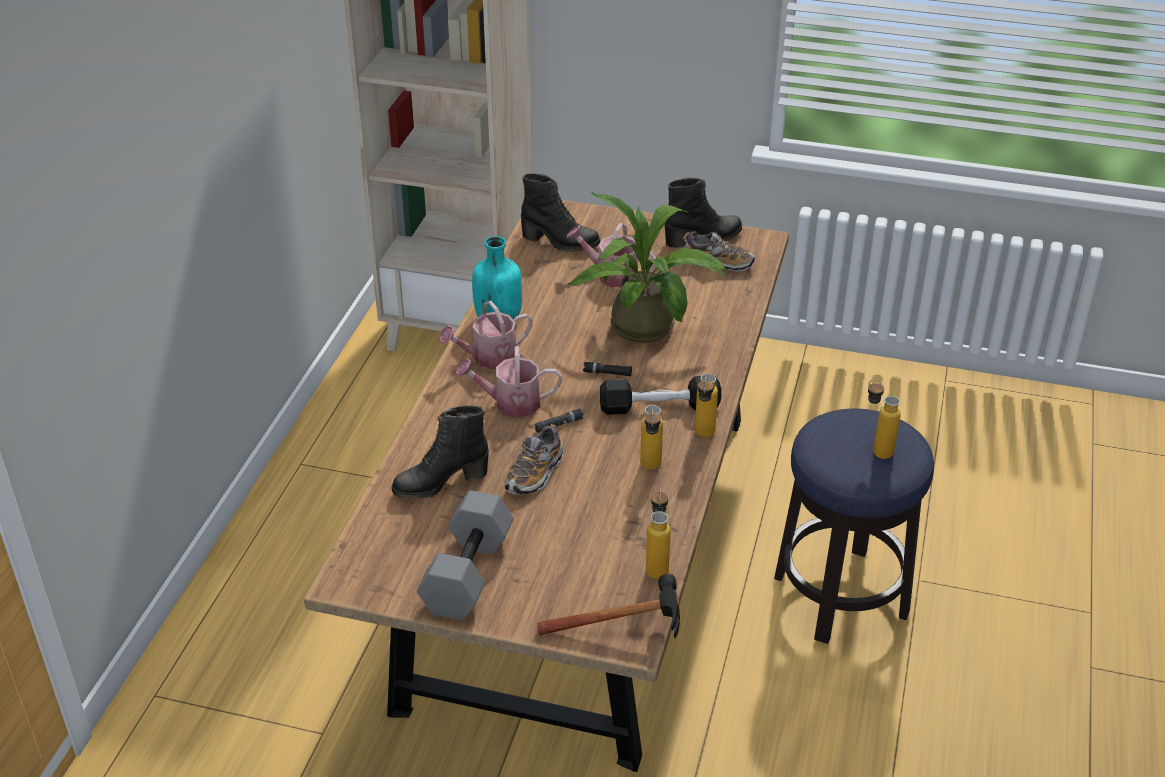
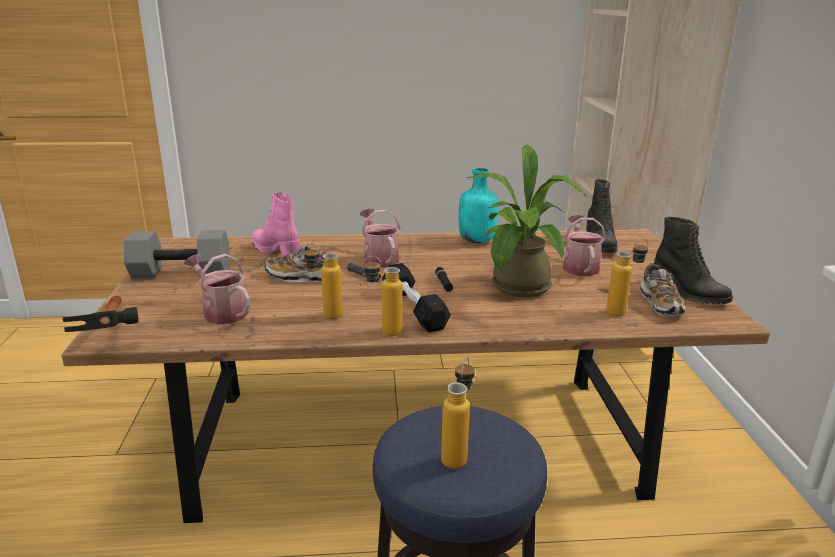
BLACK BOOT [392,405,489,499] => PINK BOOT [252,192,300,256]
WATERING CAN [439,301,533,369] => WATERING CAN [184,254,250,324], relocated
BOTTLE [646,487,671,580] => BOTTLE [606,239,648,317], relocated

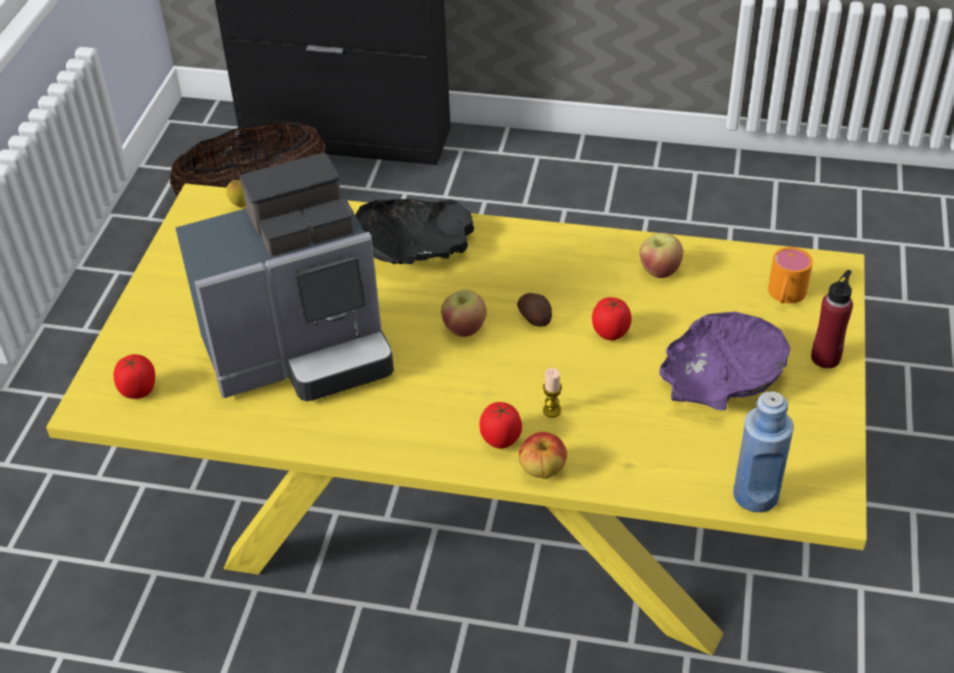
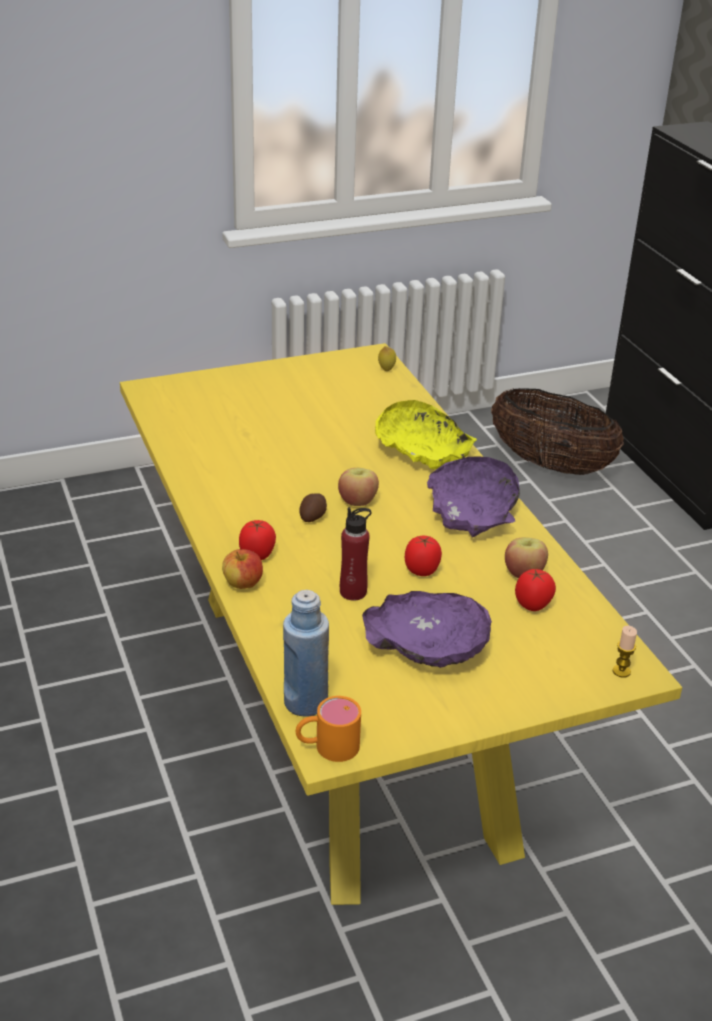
TOMATO [114,354,155,399] => TOMATO [515,569,556,611], relocated
COFFEE MACHINE [176,153,394,401] => nothing
BLACK BOWL [355,199,474,264] => YELLOW BOWL [375,400,477,469]
POTATO [517,293,552,327] => POTATO [299,493,327,522], relocated
CANDLE [543,368,562,418] => CANDLE [613,626,637,678], relocated
ORANGE MUG [768,247,813,303] => ORANGE MUG [295,696,361,762], relocated
RED BOTTLE [811,270,853,368] => RED BOTTLE [340,507,372,600], relocated
nothing => PURPLE BOWL [427,457,520,537]

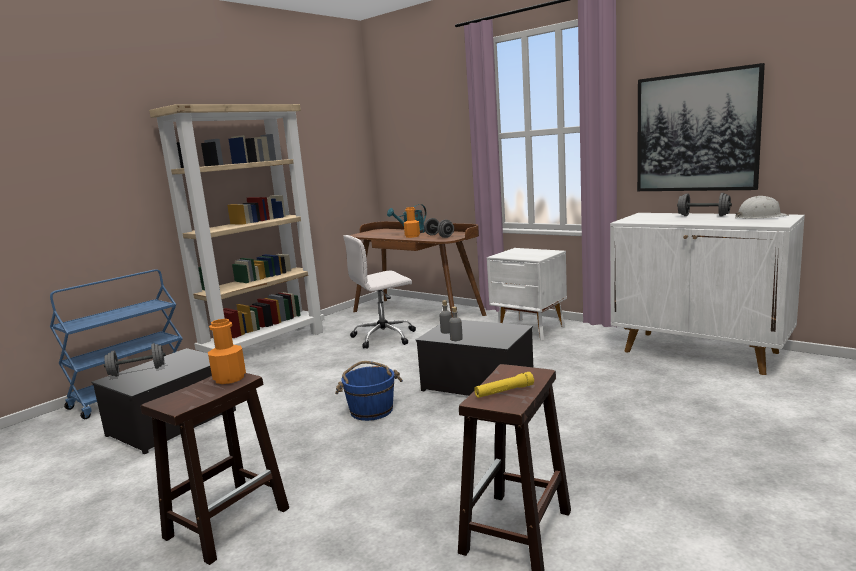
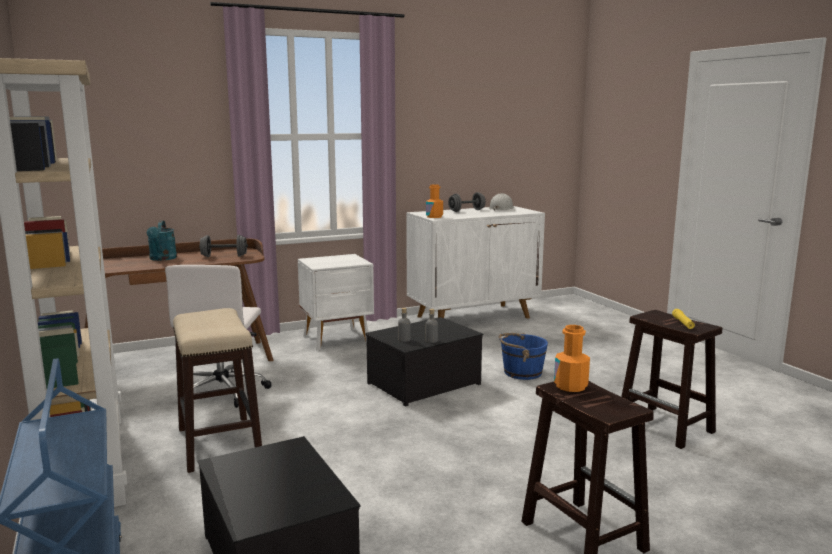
GREY DUMBBELL [104,343,166,377] => nothing
BLUE BUCKET [335,361,403,421] => BLUE BUCKET [499,333,548,380], relocated
ORANGE BOTTLE [404,207,420,238] => ORANGE BOTTLE [426,185,443,218], relocated
PICTURE [637,63,765,191] => nothing
nothing => STOOL [173,308,262,473]

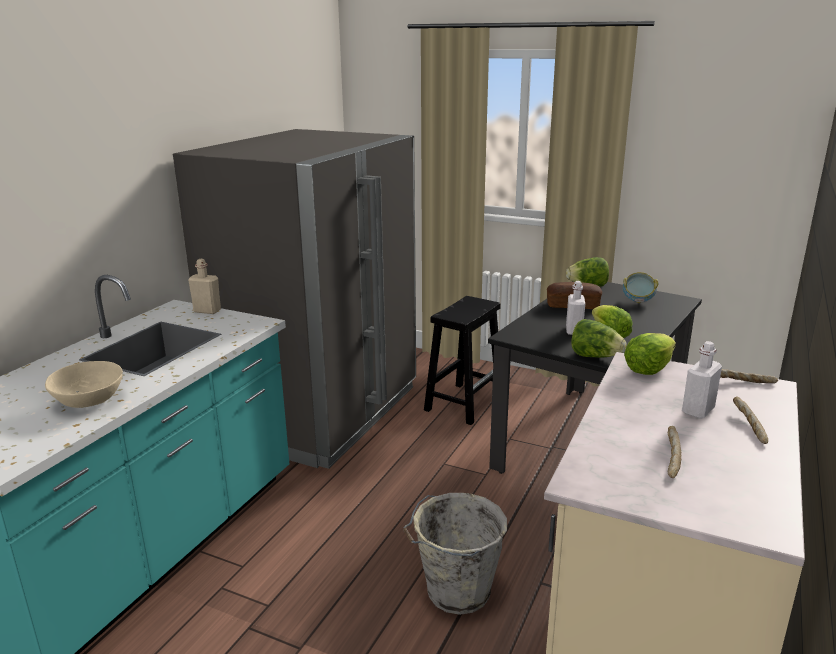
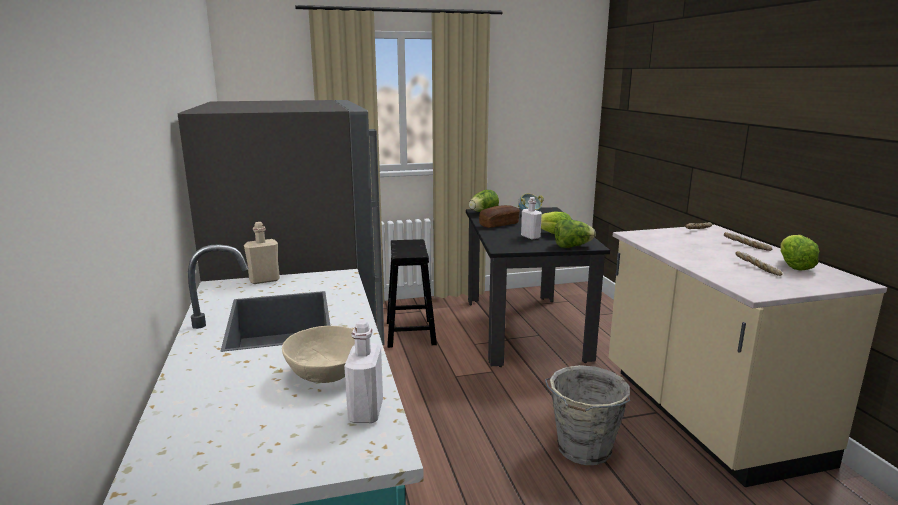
LETTUCE [624,333,676,375] => LETTUCE [780,235,819,271], relocated
WHITE BOTTLE [682,341,722,419] => WHITE BOTTLE [344,320,383,423], relocated

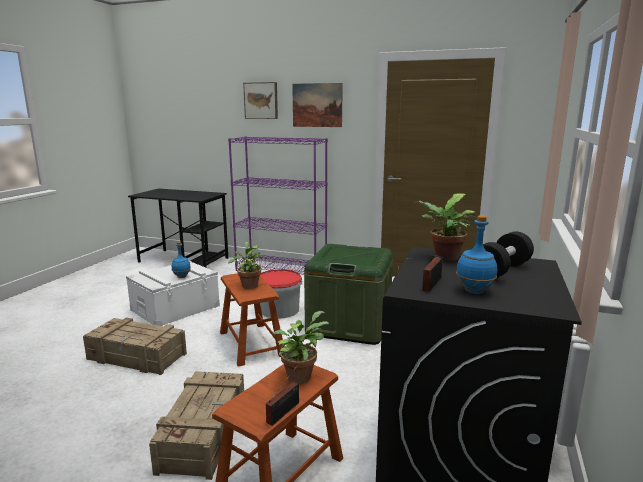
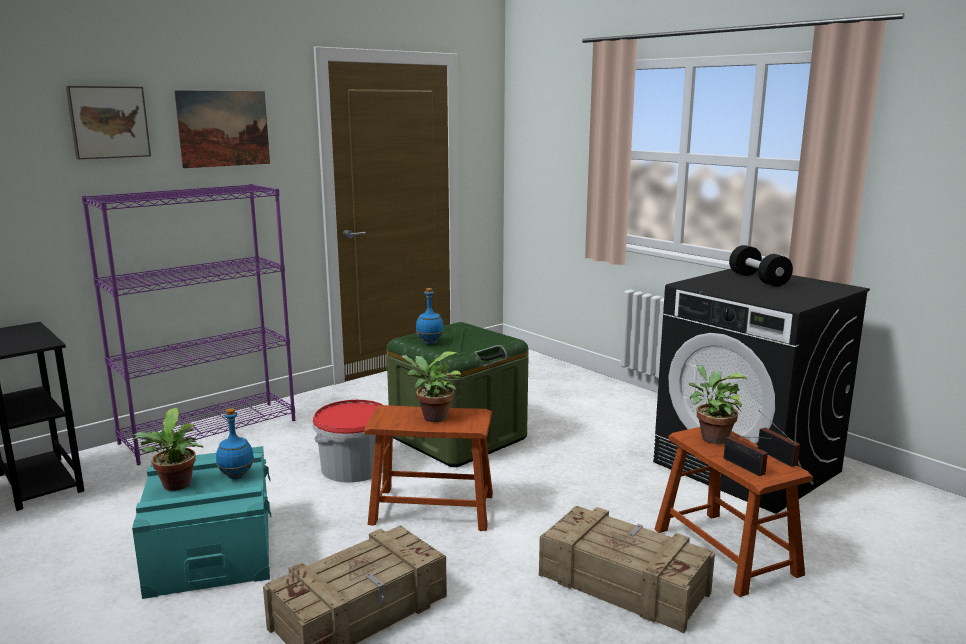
WHITE STORAGE BOX [126,261,220,326] => TURQUOISE STORAGE BOX [132,446,271,599]
POTTED PLANT [414,193,476,261] => POTTED PLANT [132,408,203,491], relocated
RADIO [422,254,443,292] => RADIO [724,436,773,476], relocated
BLUE BOTTLE [456,215,497,294] => BLUE BOTTLE [416,288,444,344], relocated

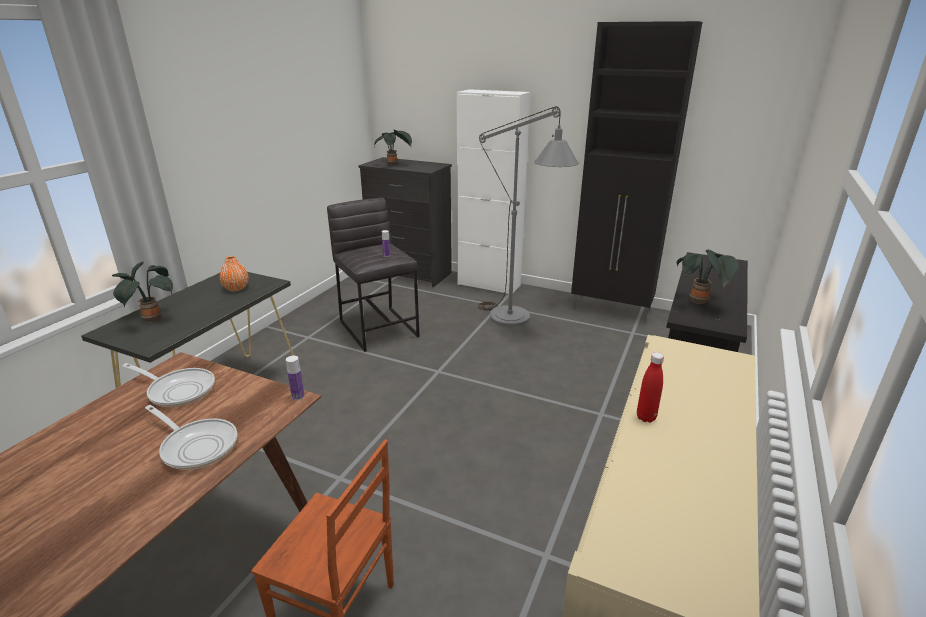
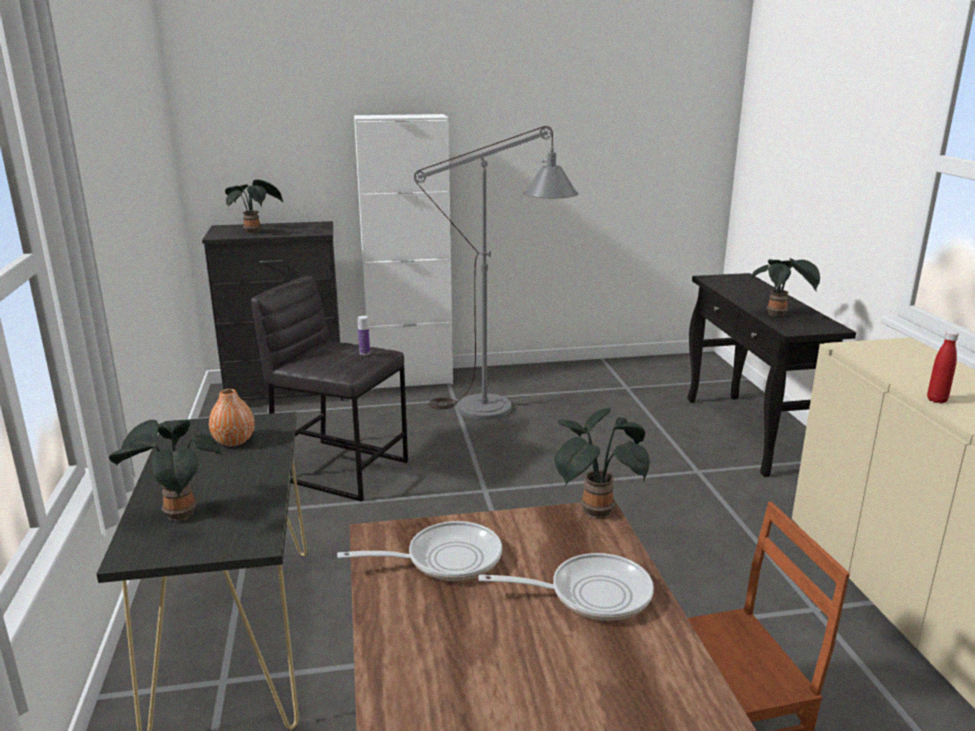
BOTTLE [286,356,305,400] => POTTED PLANT [555,408,650,518]
BLACK CABINET [571,21,702,322] => nothing

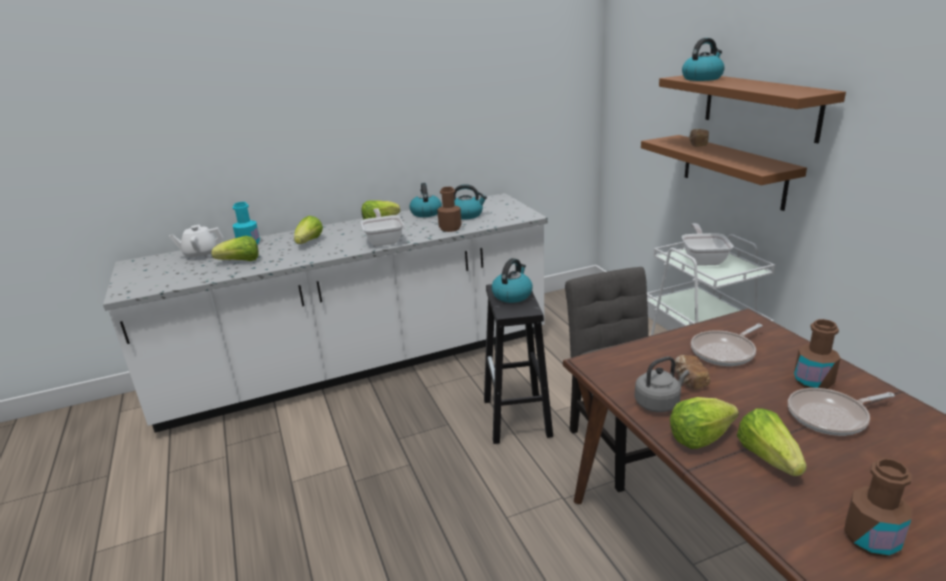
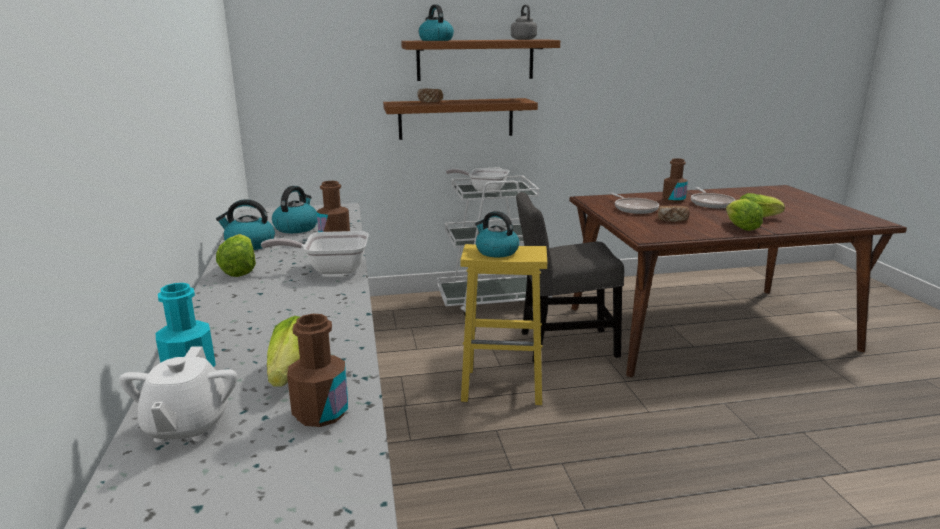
LETTUCE [294,216,323,244] => nothing
BLACK STOOL [484,284,553,444] => YELLOW STOOL [460,244,547,405]
GREY KETTLE [634,356,689,412] => GREY KETTLE [511,5,537,40], relocated
BROWN BOTTLE [844,458,912,557] => BROWN BOTTLE [287,314,348,427], relocated

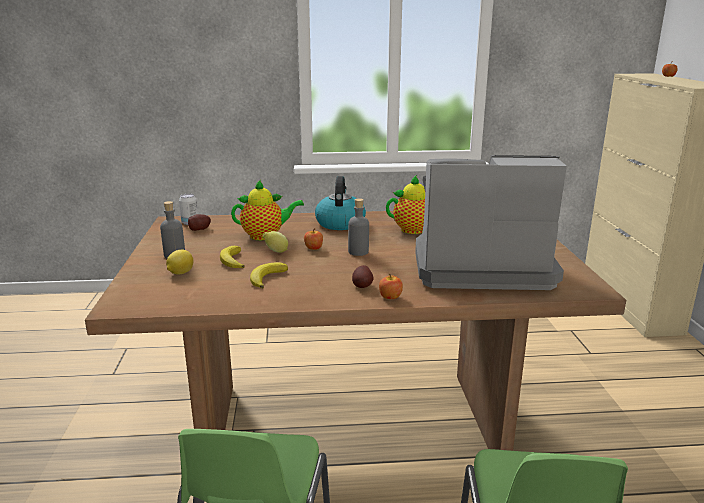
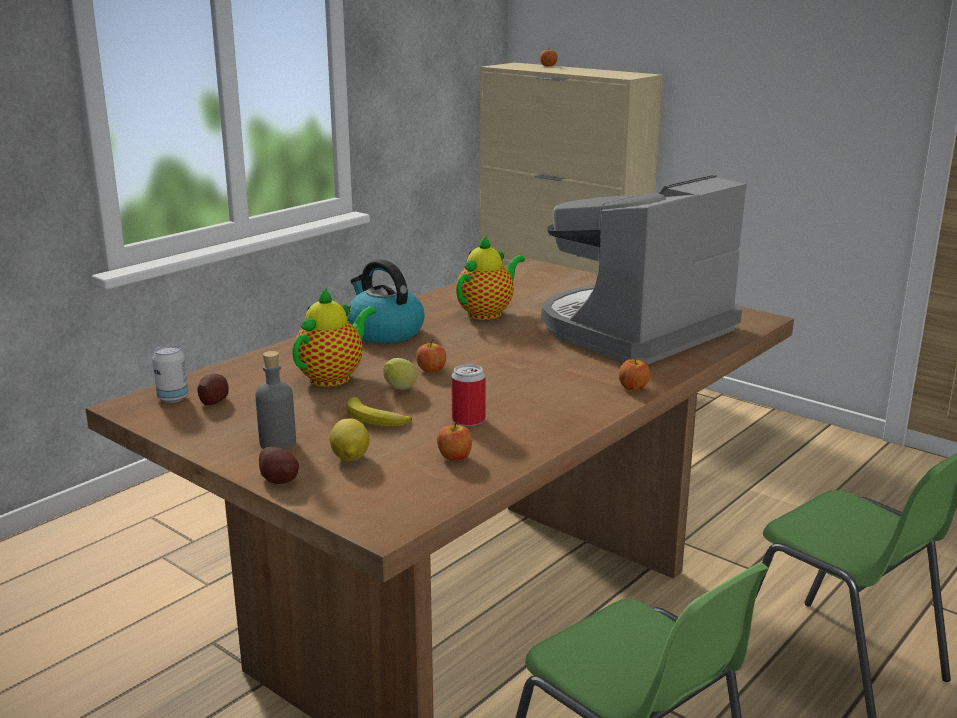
BANANA [250,262,288,288] => CAN [451,364,486,426]
GREY BOTTLE [348,198,369,256] => nothing
POTATO [352,265,374,288] => POTATO [259,447,299,484], relocated
nothing => APPLE [437,422,472,461]

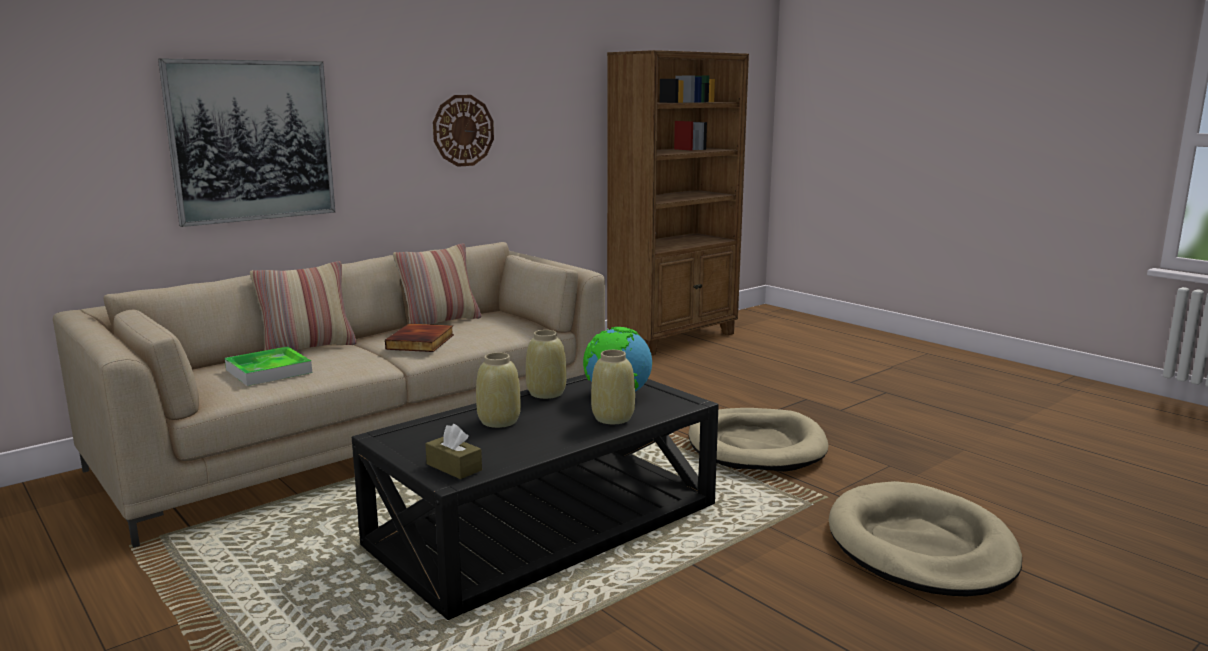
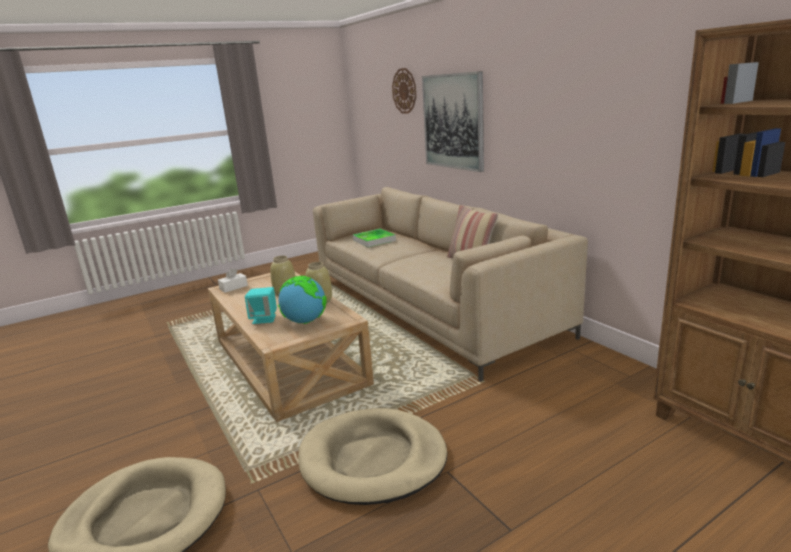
PILLOW [250,261,357,350] => nothing
BLACK COFFEE TABLE [352,374,719,620] => BEIGE COFFEE TABLE [208,271,374,422]
BOOK [385,324,454,352] => nothing
BROWN TISSUE BOX [425,424,482,479] => WHITE TISSUE BOX [218,268,248,293]
WALL CLOCK [433,95,494,167] => WALL CLOCK [392,68,416,114], relocated
BEIGE VASE [591,350,635,424] => TURQUOISE SPEAKER [245,287,277,324]

